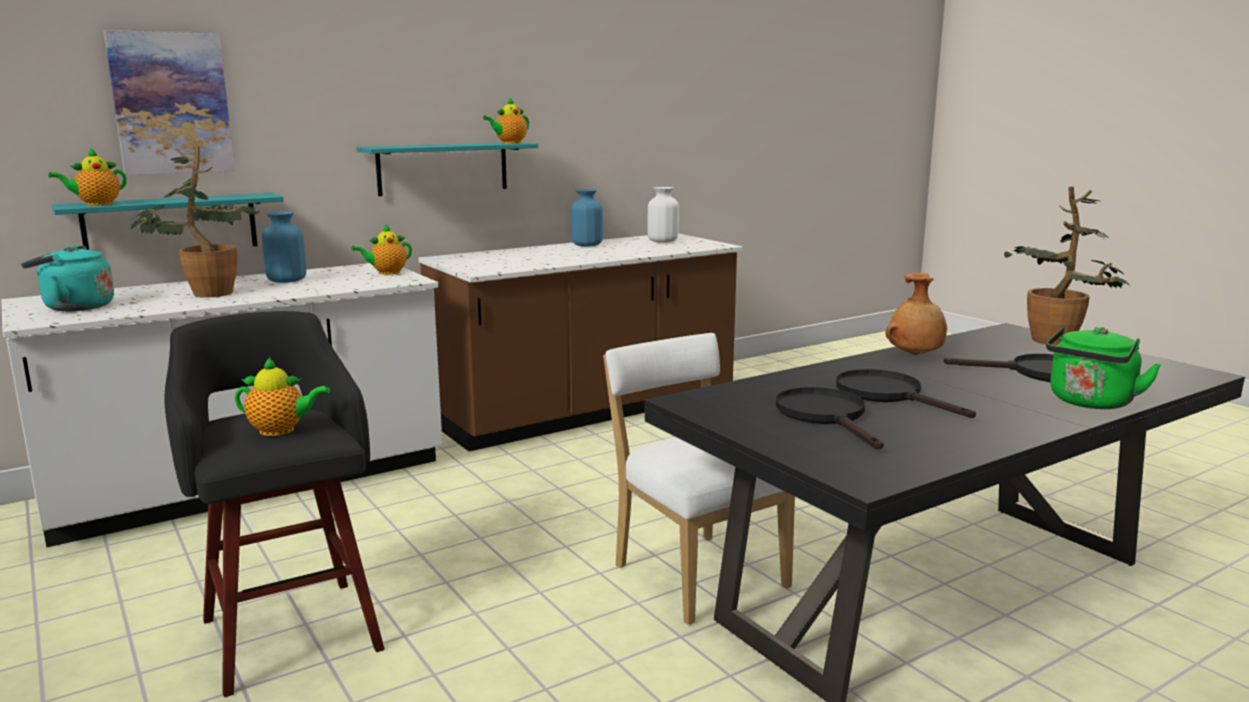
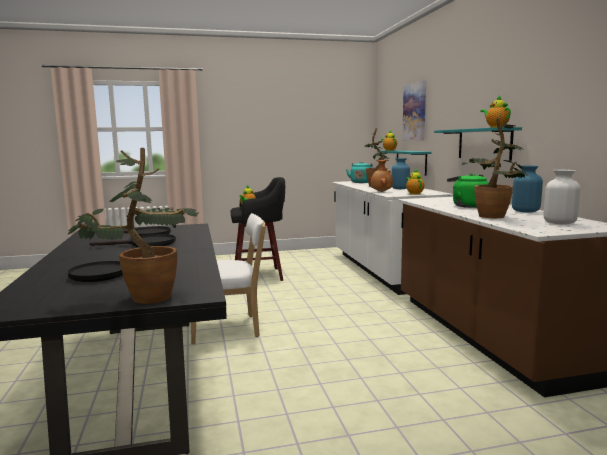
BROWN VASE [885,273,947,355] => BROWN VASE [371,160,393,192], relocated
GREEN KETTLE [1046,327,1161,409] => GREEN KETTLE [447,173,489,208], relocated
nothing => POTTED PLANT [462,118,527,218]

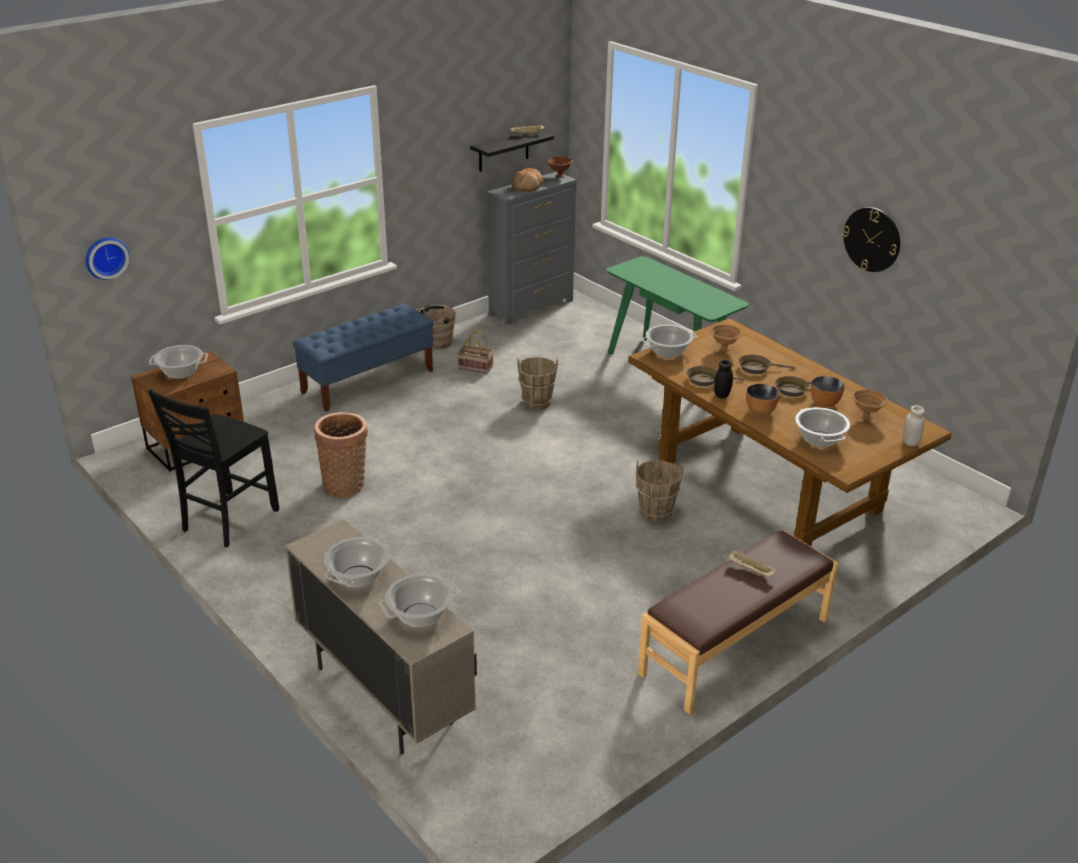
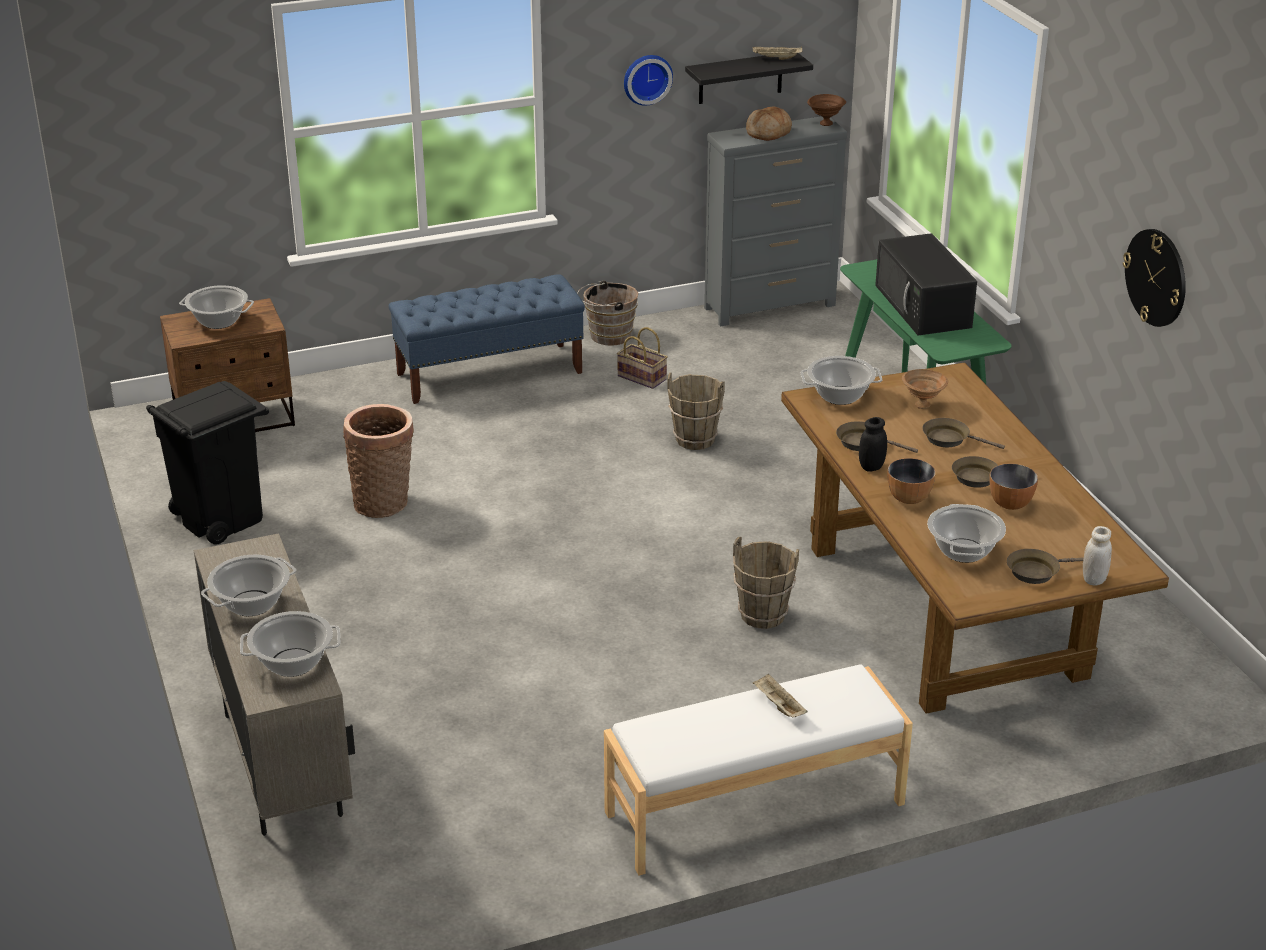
WALL CLOCK [86,237,129,280] => WALL CLOCK [624,55,673,106], relocated
BLACK CHAIR [148,389,279,547] => BLACK TRASH CAN [146,381,269,545]
BROWN BENCH [638,530,838,714] => WHITE BENCH [604,664,913,876]
BROWN BOWL [852,390,888,420] => nothing
nothing => BLACK MICROWAVE [875,233,977,335]
nothing => BROWN FRYING PAN [1007,549,1084,584]

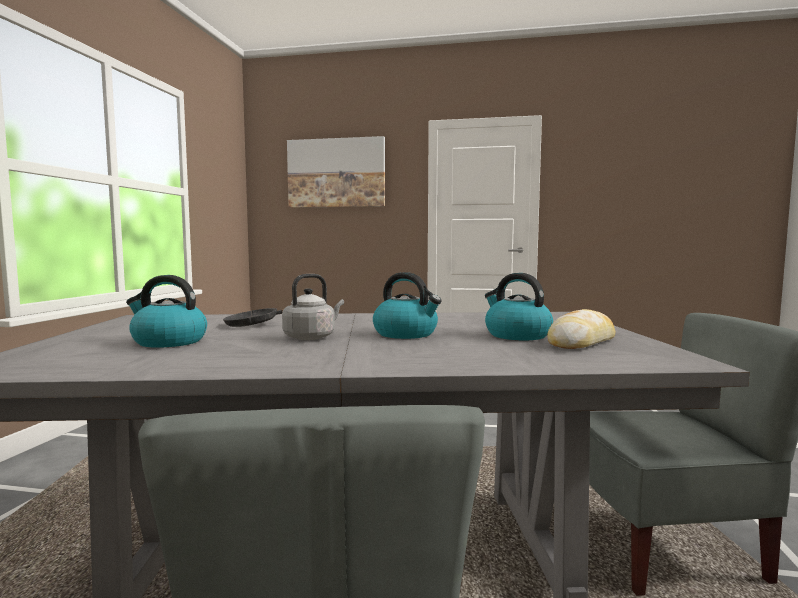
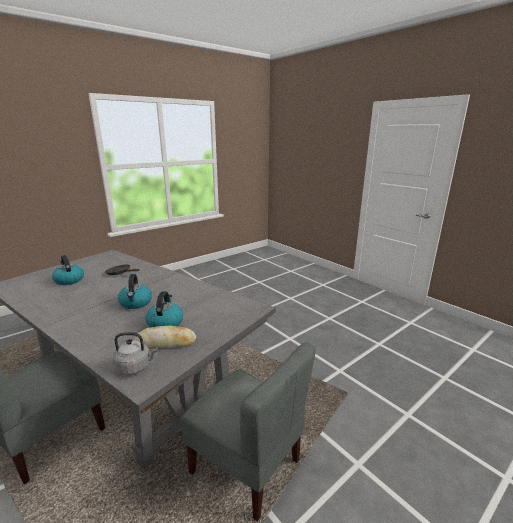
GREY KETTLE [282,274,344,340] => GREY KETTLE [113,332,158,375], relocated
PICTURE [287,136,385,208] => nothing

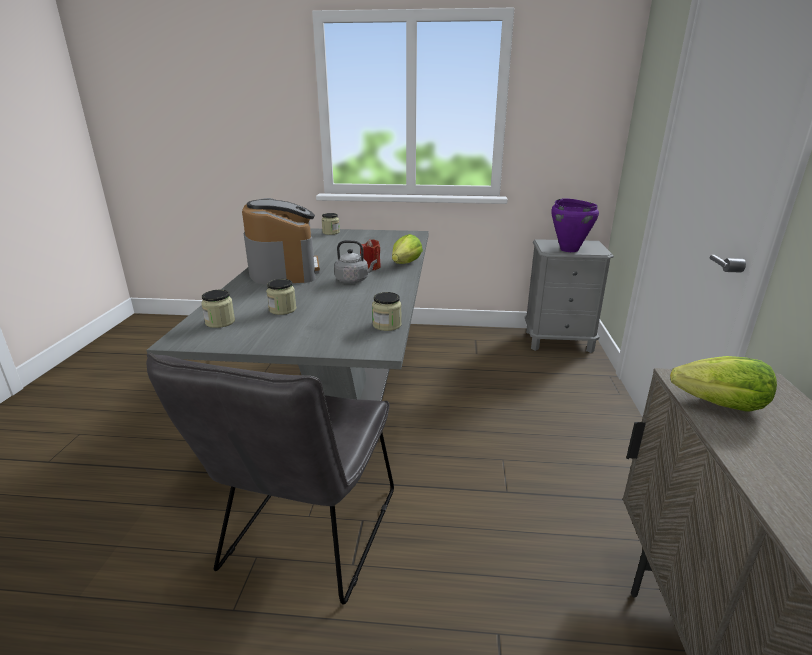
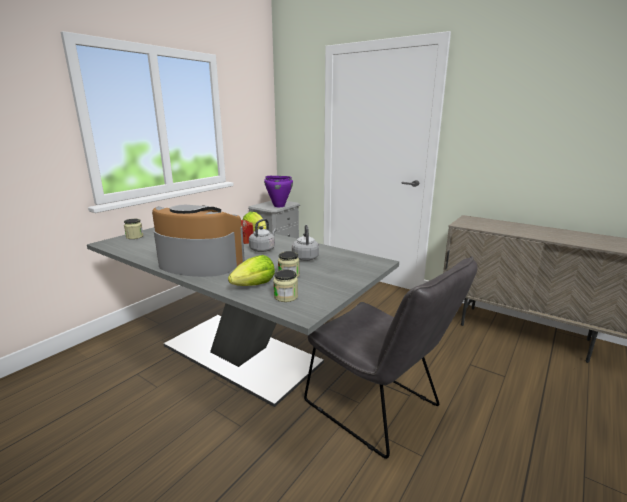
JAR [372,292,402,331] => nothing
LETTUCE [670,356,777,412] => LETTUCE [228,255,275,286], relocated
nothing => GREY KETTLE [292,225,319,261]

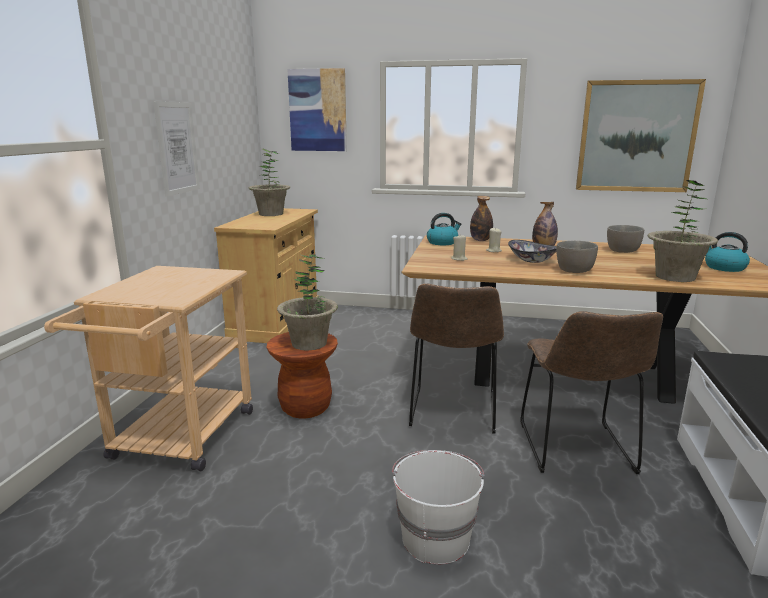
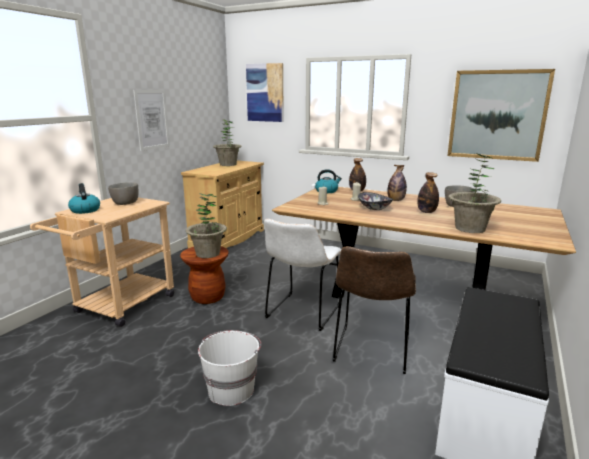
BROWN CHAIR [409,283,504,434] => WHITE CHAIR [264,219,341,331]
GREY BOWL [556,241,598,273] => GREY BOWL [108,182,138,205], relocated
KETTLE [705,232,750,272] => KETTLE [68,183,100,214], relocated
nothing => BOTTLE [418,172,439,213]

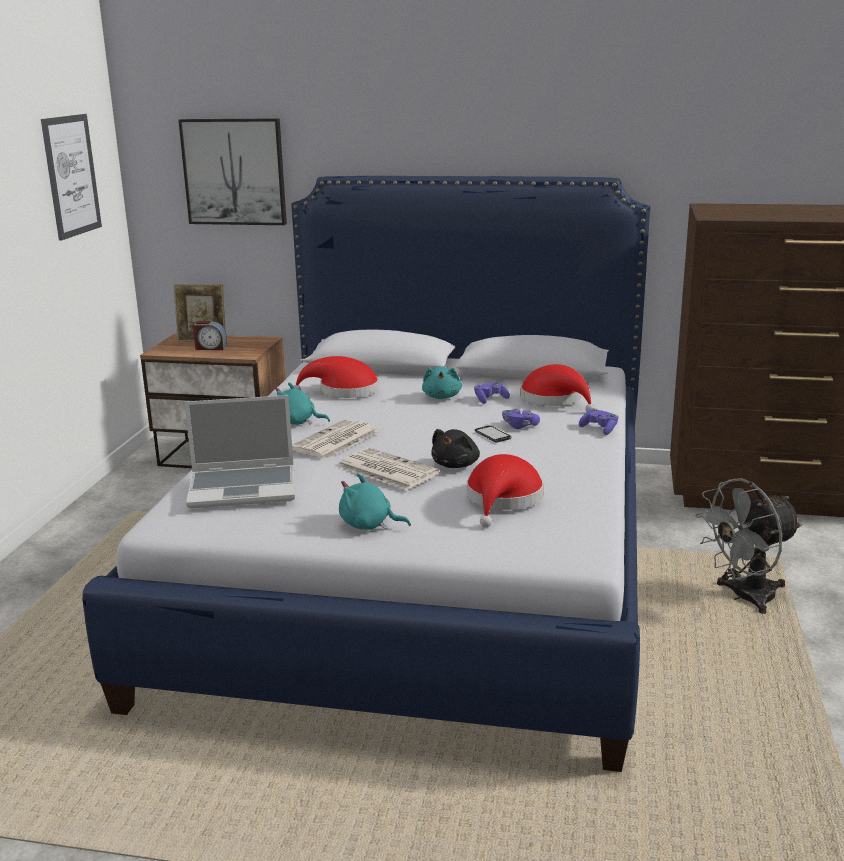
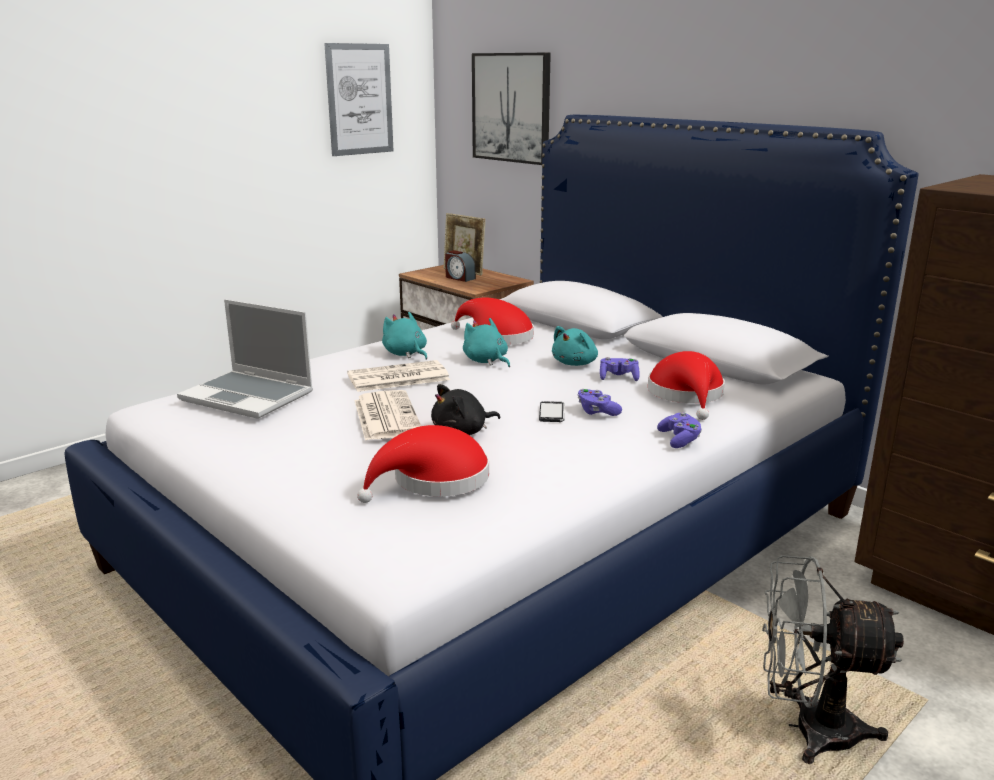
TURQUOISE PLUSH TOY [339,473,411,530] => TURQUOISE PLUSH TOY [463,318,510,367], relocated

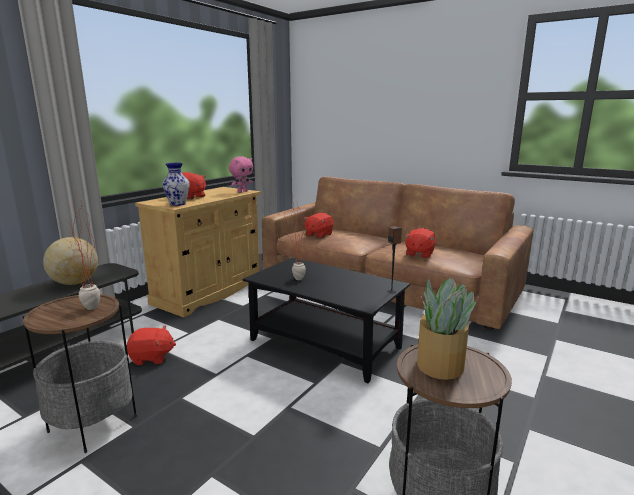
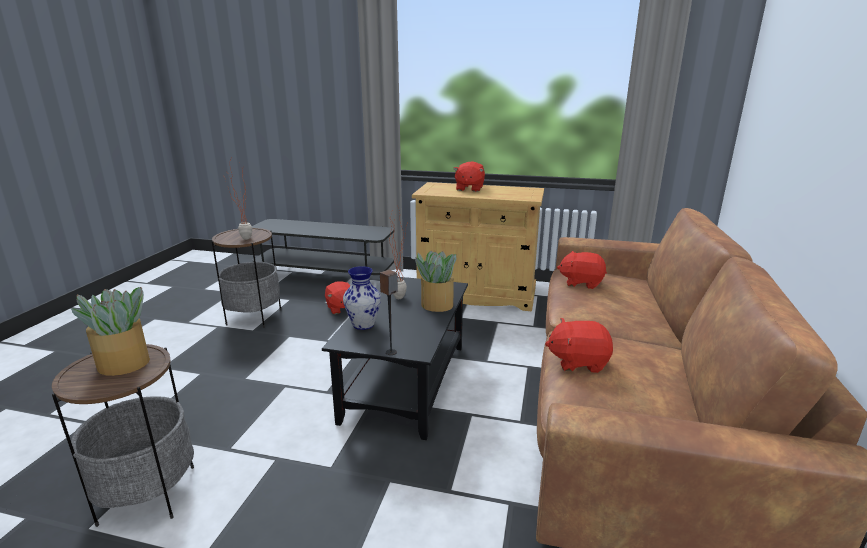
GLOBE [43,237,98,285] => nothing
VASE [162,163,189,206] => VASE [343,266,381,330], relocated
PINK PLUSH TOY [229,156,253,193] => nothing
nothing => POTTED PLANT [415,250,456,312]

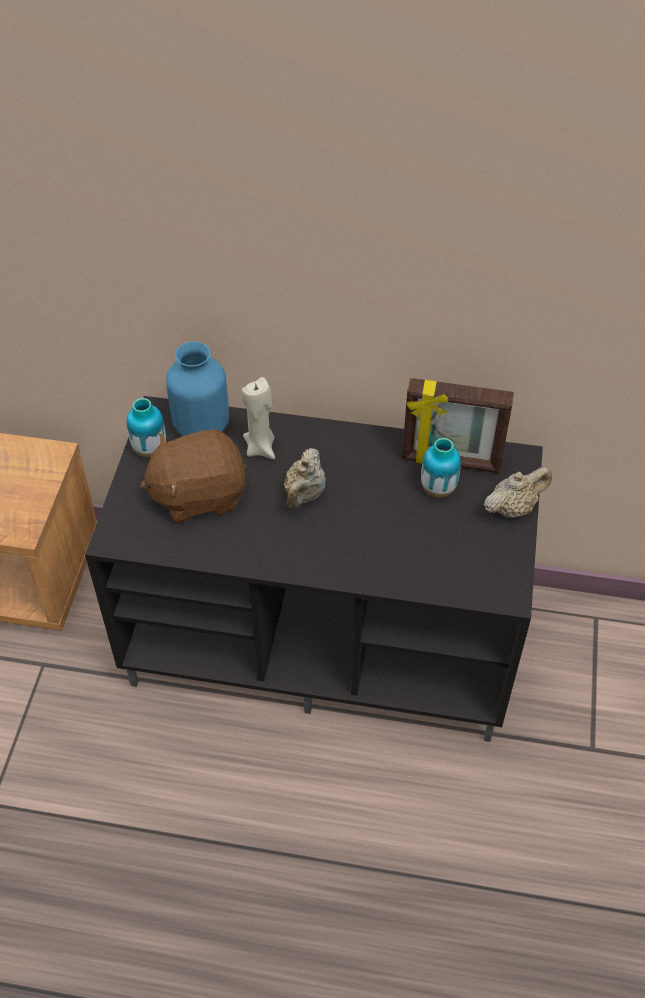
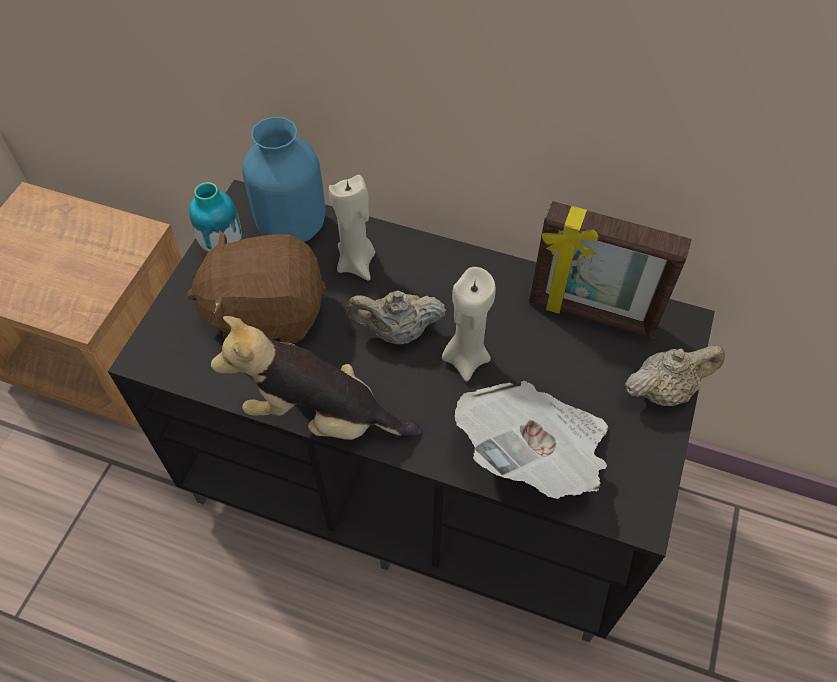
BEIGE TEAPOT [284,448,326,509] => BEIGE TEAPOT [346,290,446,344], 60 degrees clockwise
VASE [421,438,461,498] => nothing
nothing => PLUSH TOY [211,316,421,440]
nothing => BEIGE CANDLE [442,267,496,382]
nothing => NEWSPAPER [455,381,608,499]

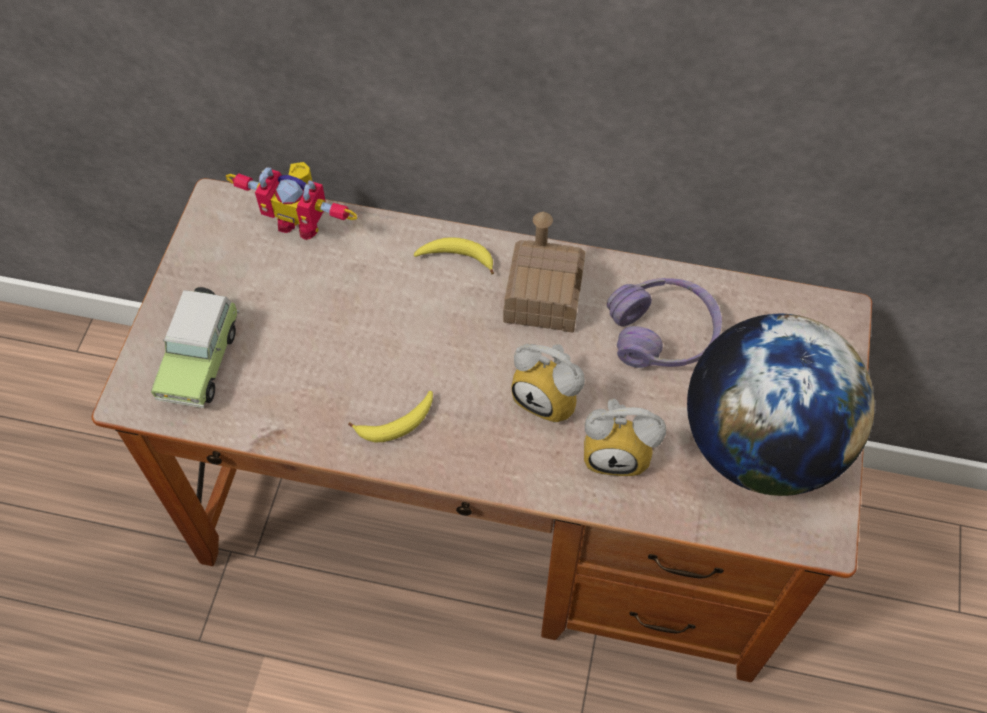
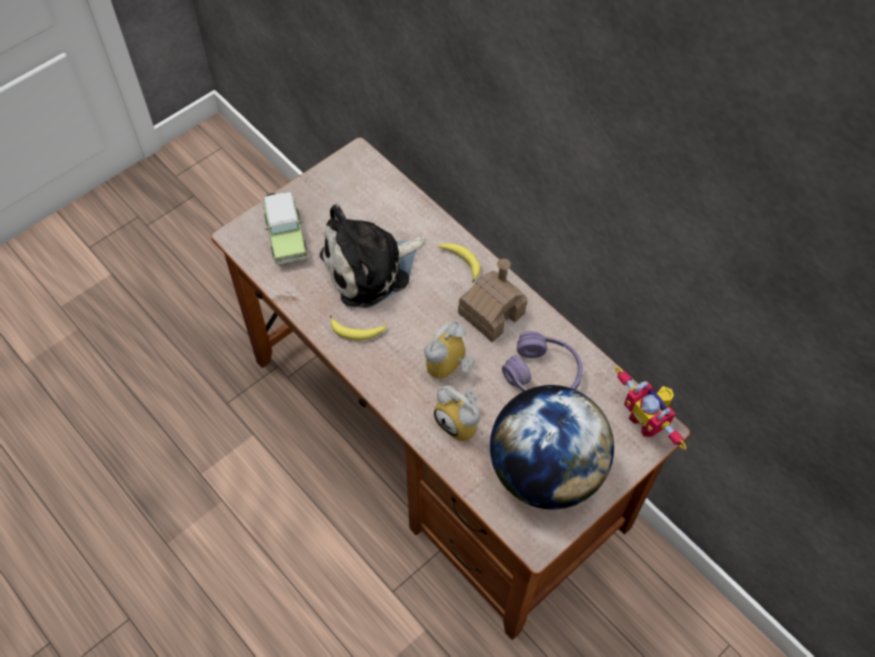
TOY CAR [151,287,239,408] => TOY CAR [263,192,307,265], 60 degrees counterclockwise
TOY ROBOT [225,162,358,240] => TOY ROBOT [615,367,686,450], relocated
ALARM CLOCK [511,344,585,423] => ALARM CLOCK [424,321,475,382], 60 degrees clockwise
nothing => PLUSH TOY [320,204,425,308]

